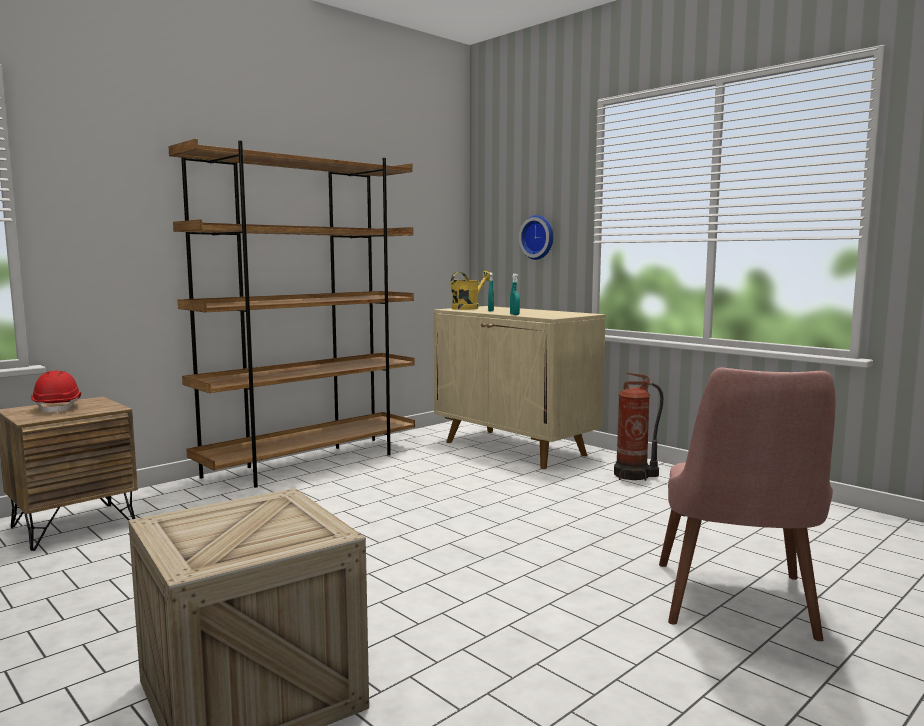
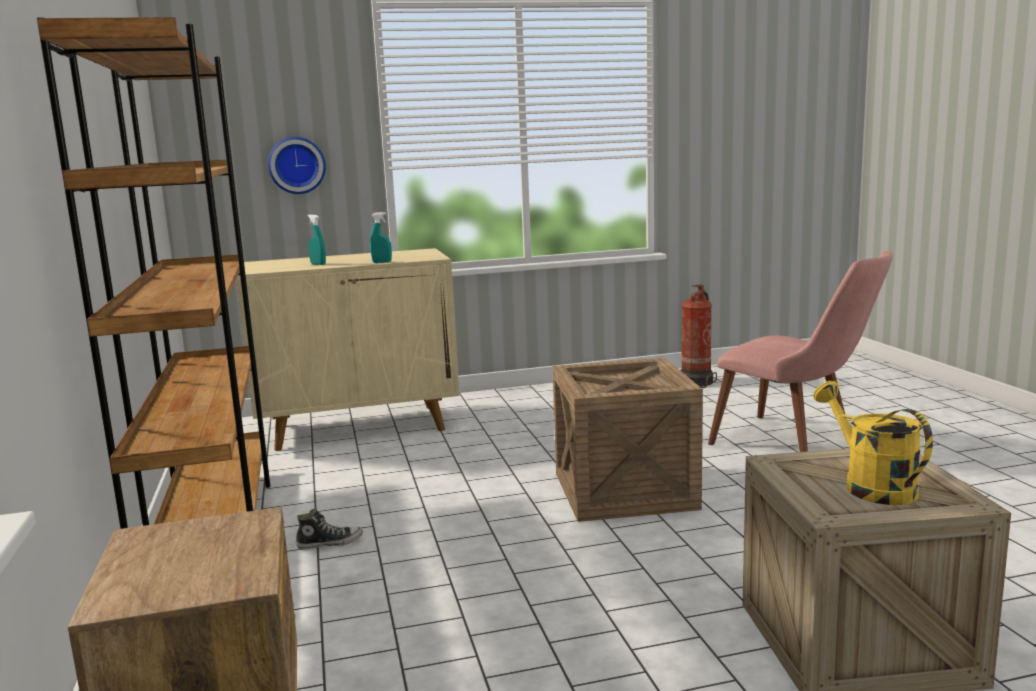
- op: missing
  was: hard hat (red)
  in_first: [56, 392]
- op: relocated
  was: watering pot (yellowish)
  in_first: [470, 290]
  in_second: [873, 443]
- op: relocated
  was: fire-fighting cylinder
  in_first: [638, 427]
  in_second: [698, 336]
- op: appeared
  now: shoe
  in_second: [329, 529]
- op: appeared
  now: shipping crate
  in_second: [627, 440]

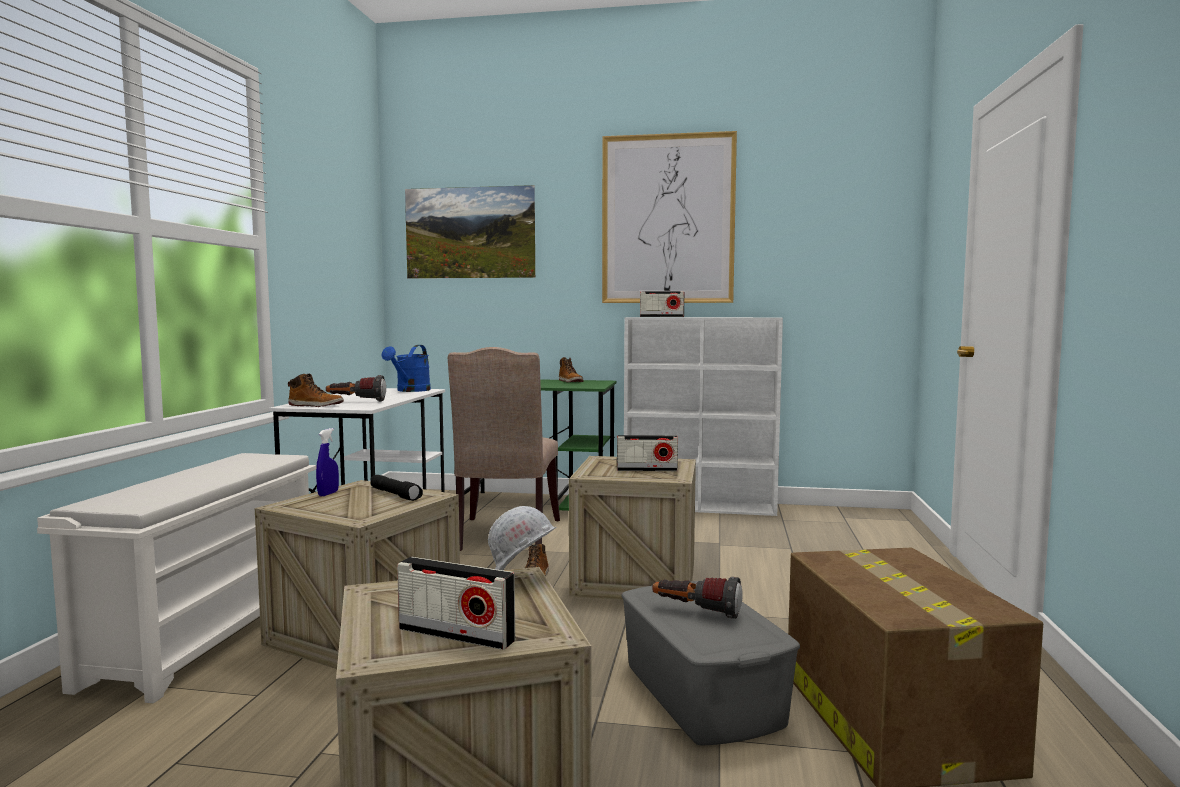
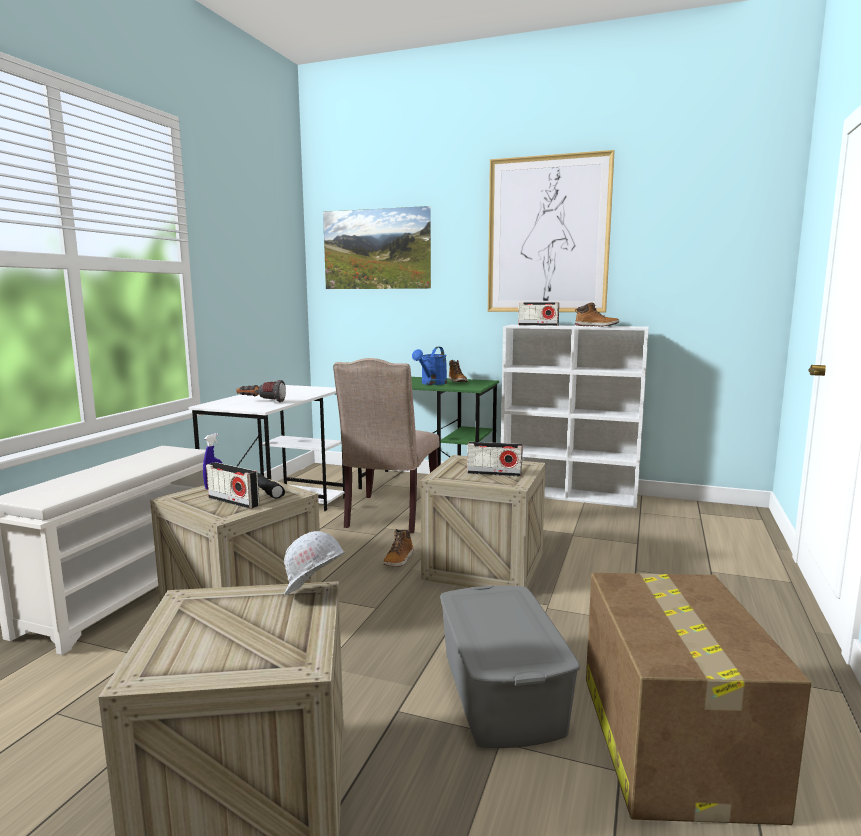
- op: relocated
  was: tall boot
  in_first: [316, 390]
  in_second: [597, 314]
- op: relocated
  was: watering pot (bluish)
  in_first: [406, 368]
  in_second: [429, 366]
- op: relocated
  was: radio
  in_first: [456, 603]
  in_second: [233, 485]
- op: missing
  was: flashlight
  in_first: [697, 598]

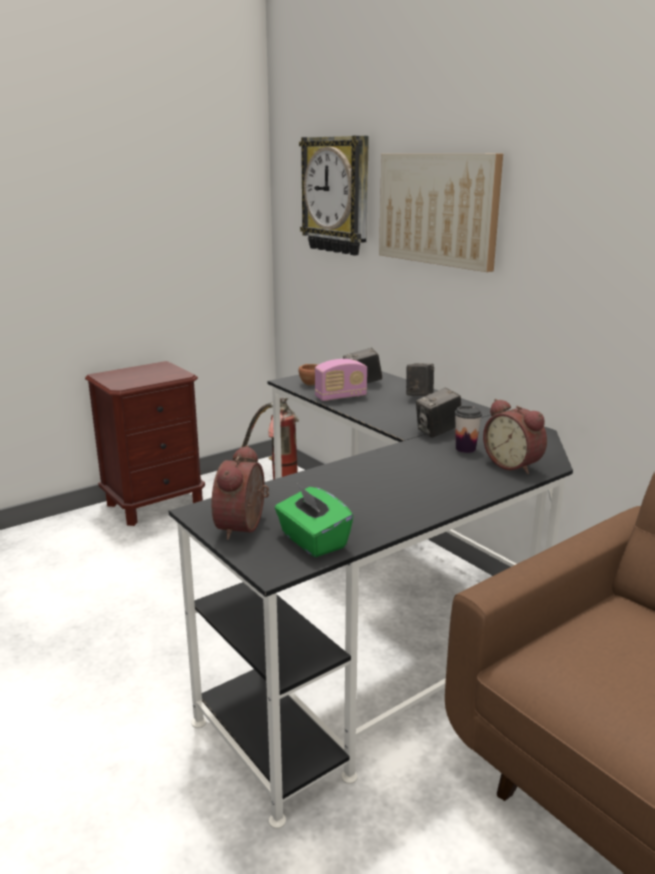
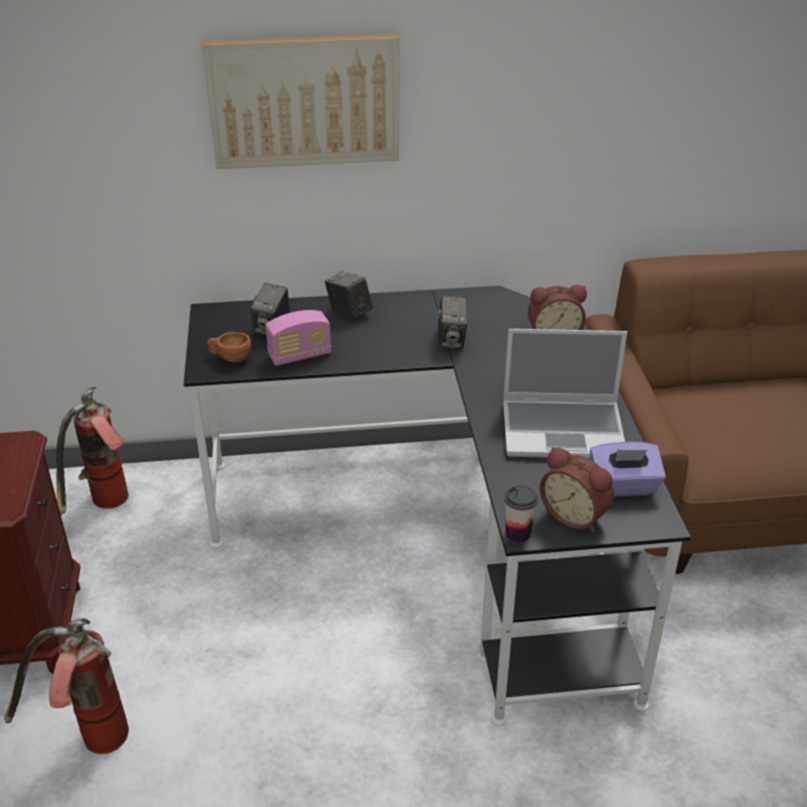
- op: colour
  was: tissue holder (green-coloured)
  now: tissue holder (purplish)
  in_first: [314, 520]
  in_second: [628, 469]
- op: missing
  was: clock on the wall
  in_first: [334, 196]
- op: spun
  was: radio
  in_first: [341, 380]
  in_second: [298, 338]
  clockwise: 60
- op: relocated
  was: small cup
  in_first: [468, 429]
  in_second: [521, 513]
- op: appeared
  now: fire-fighting cylinder
  in_second: [66, 686]
- op: appeared
  now: notebook computer
  in_second: [565, 394]

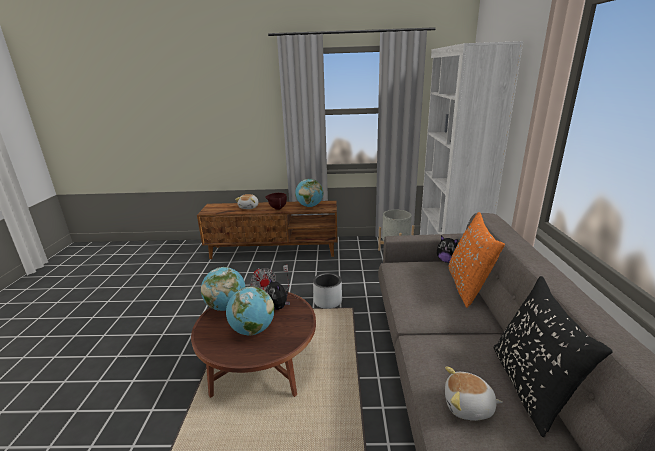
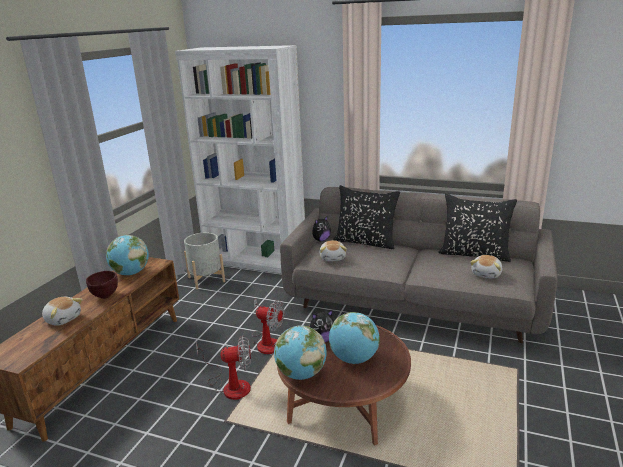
- op: exchanged
  was: planter (gray)
  now: fan
  in_first: [327, 291]
  in_second: [268, 326]
- op: colour
  was: cushion (orangey)
  now: cushion (black)
  in_first: [476, 260]
  in_second: [366, 217]
- op: appeared
  now: soft toy
  in_second: [333, 250]

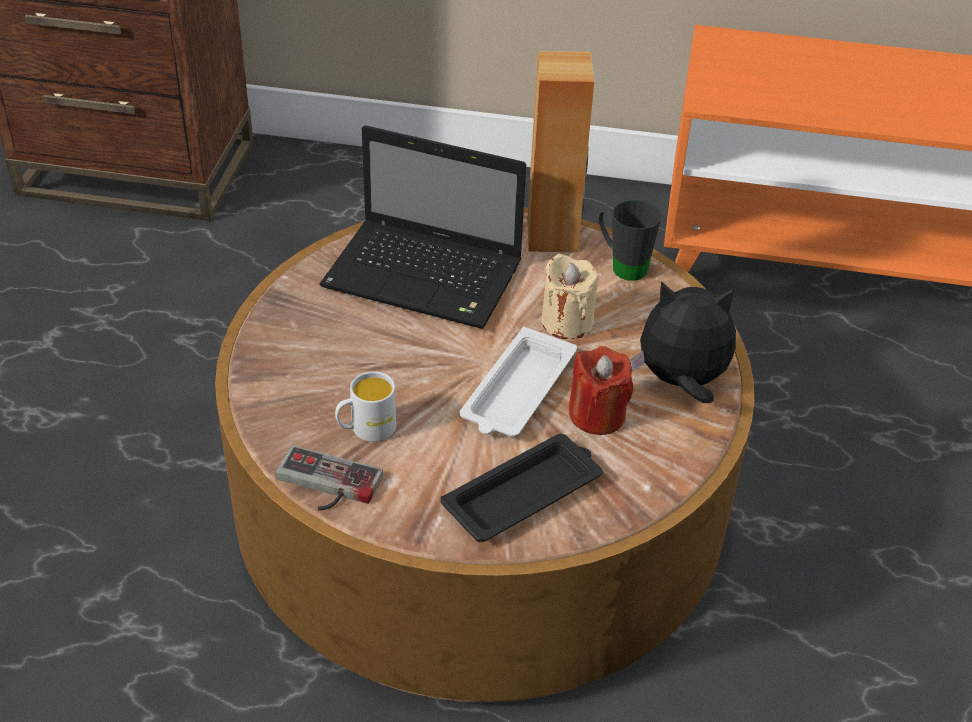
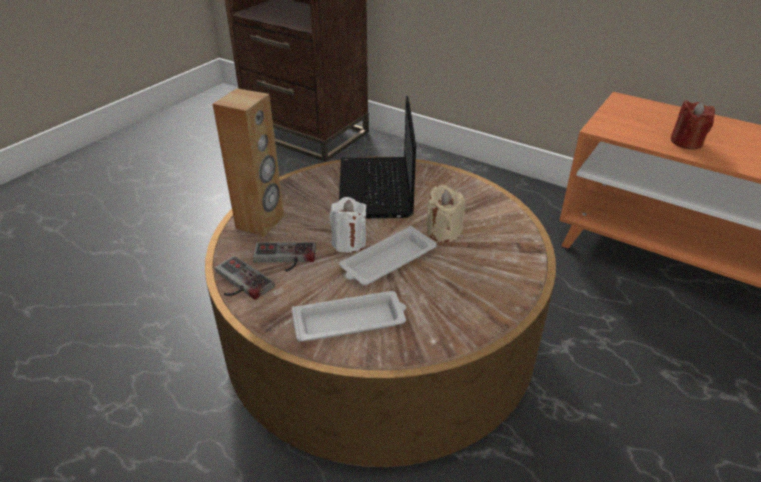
- op: spun
  was: notebook computer
  in_first: [423, 227]
  in_second: [377, 157]
  clockwise: 45
- op: exchanged
  was: coffee mug (white)
  now: gamepad
  in_first: [365, 406]
  in_second: [284, 257]
- op: colour
  was: serving tray (black)
  now: serving tray (white)
  in_first: [521, 488]
  in_second: [348, 316]
- op: relocated
  was: loudspeaker (brown-coloured)
  in_first: [560, 152]
  in_second: [248, 162]
- op: relocated
  was: wax candle (red)
  in_first: [601, 390]
  in_second: [693, 125]
- op: missing
  was: coffee mug (black)
  in_first: [630, 240]
- op: missing
  was: soft toy
  in_first: [683, 342]
- op: appeared
  now: wax candle (white)
  in_second: [347, 225]

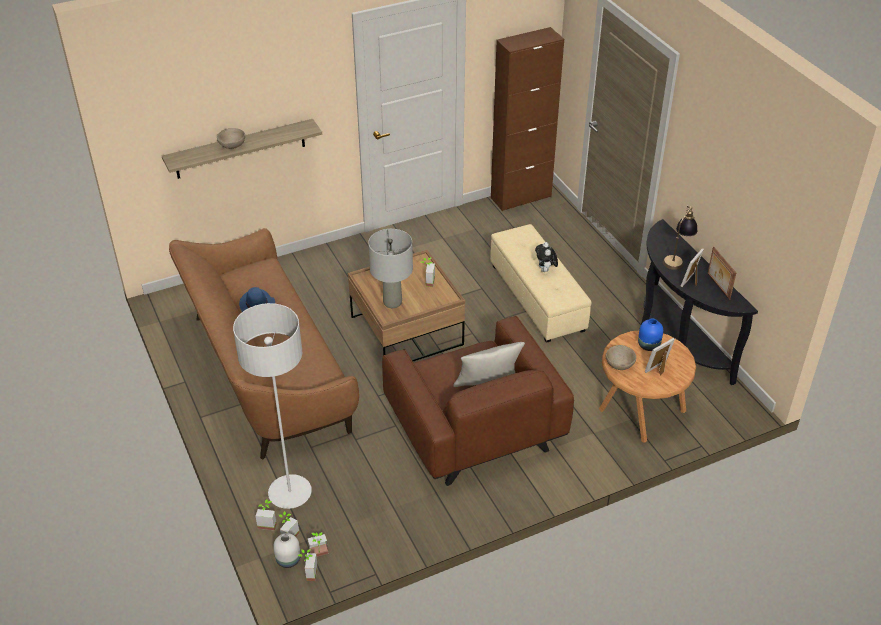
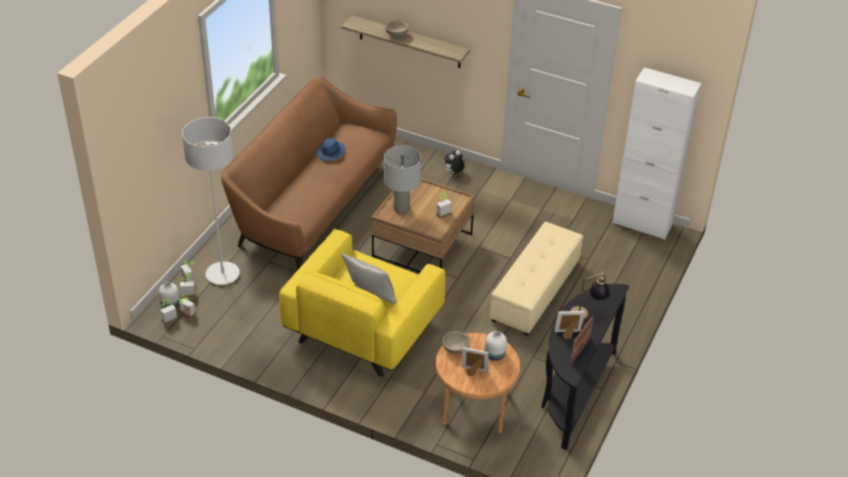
- op: colour
  was: armchair (brown-coloured)
  now: armchair (yellowish)
  in_first: [478, 401]
  in_second: [362, 303]
- op: colour
  was: cupboard (brown-coloured)
  now: cupboard (white)
  in_first: [527, 119]
  in_second: [657, 153]
- op: relocated
  was: soft toy
  in_first: [546, 257]
  in_second: [454, 162]
- op: colour
  was: flower vase (bluish)
  now: flower vase (white)
  in_first: [650, 334]
  in_second: [496, 346]

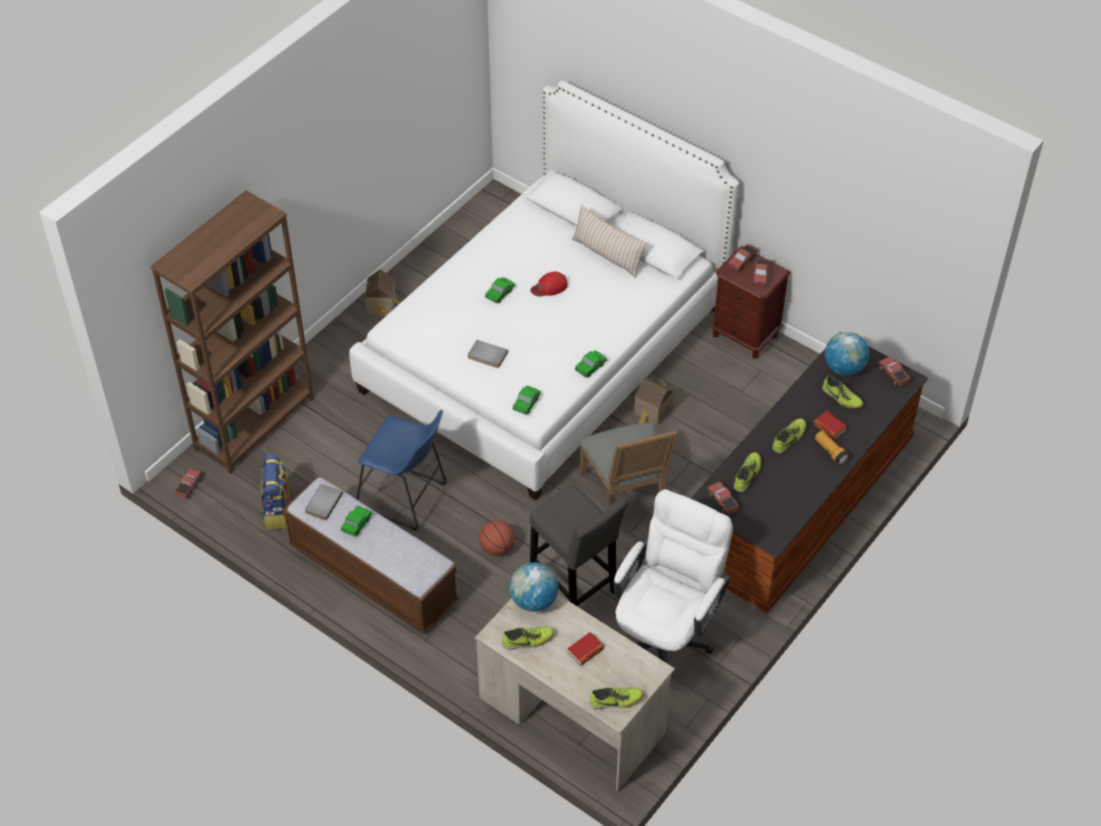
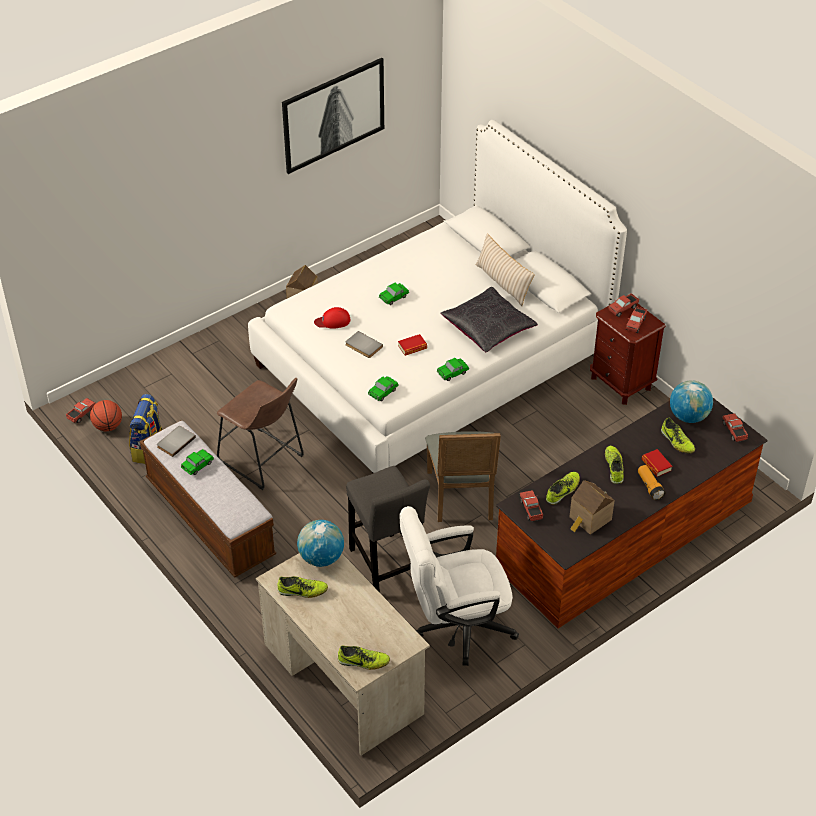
- op: missing
  was: bookshelf (brown-coloured)
  in_first: [232, 331]
- op: colour
  was: sitting stool (bluish)
  now: sitting stool (brown-coloured)
  in_first: [401, 470]
  in_second: [260, 434]
- op: relocated
  was: basketball ball
  in_first: [497, 538]
  in_second: [106, 415]
- op: relocated
  was: peaked cap (red)
  in_first: [549, 284]
  in_second: [332, 318]
- op: relocated
  was: bound book
  in_first: [585, 649]
  in_second: [412, 345]
- op: spun
  was: desk chair (white)
  in_first: [673, 576]
  in_second: [459, 586]
  clockwise: -150
- op: relocated
  was: toy house
  in_first: [654, 402]
  in_second: [592, 507]
- op: spun
  was: shoe
  in_first: [789, 435]
  in_second: [614, 465]
  clockwise: -60
- op: appeared
  now: wall picture
  in_second: [333, 116]
- op: appeared
  now: cushion (black)
  in_second: [489, 319]

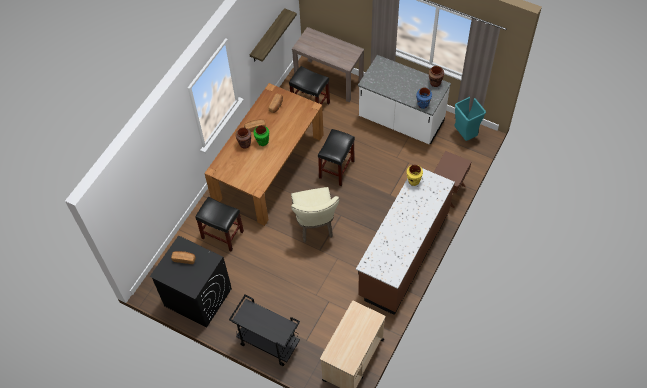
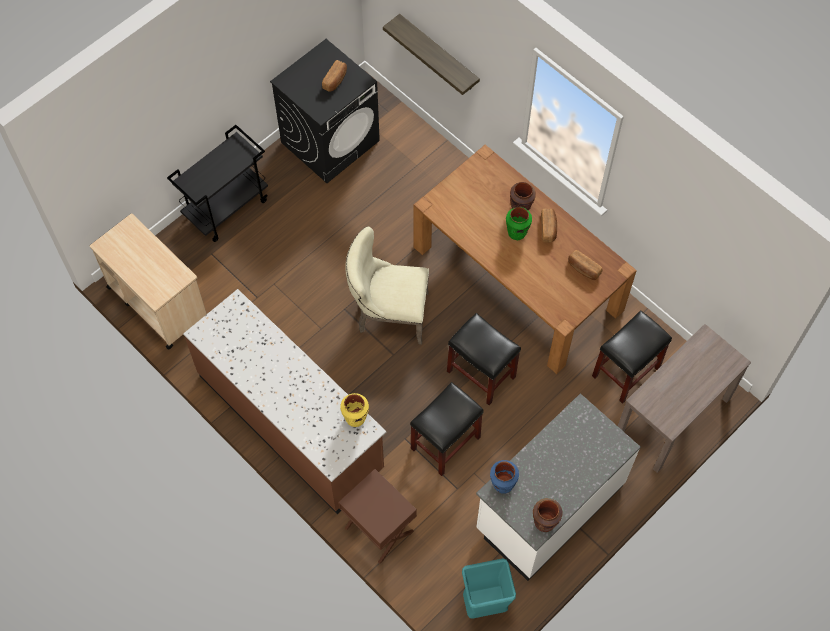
- op: relocated
  was: sitting stool (black)
  in_first: [219, 224]
  in_second: [447, 429]
- op: relocated
  was: shelf
  in_first: [273, 35]
  in_second: [431, 54]

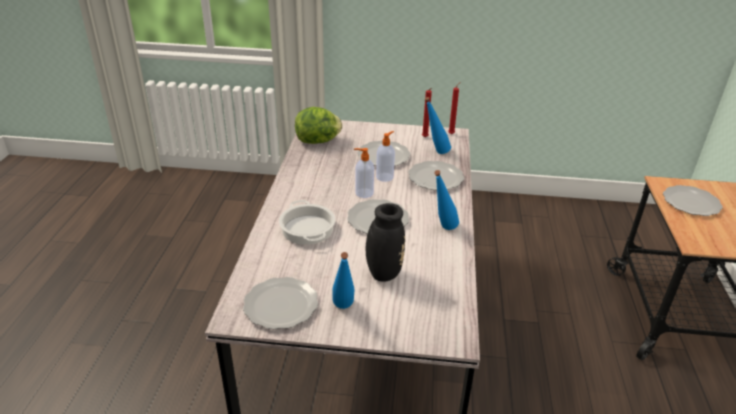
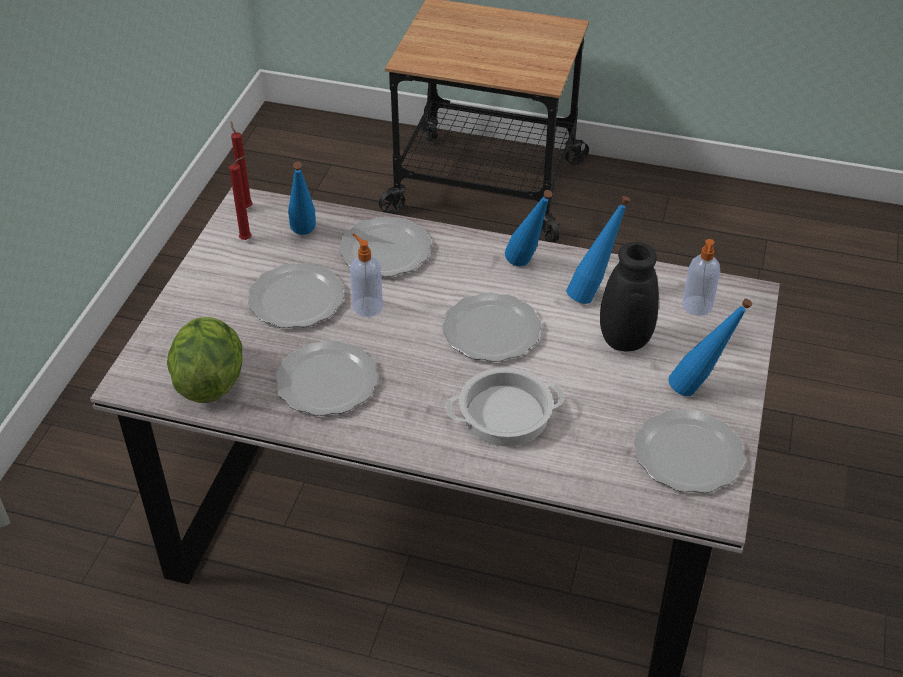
- op: relocated
  was: liquid soap bottle
  in_first: [364, 173]
  in_second: [701, 277]
- op: relocated
  was: plate
  in_first: [693, 200]
  in_second: [327, 378]
- op: appeared
  now: drink bottle (bluish)
  in_second: [598, 250]

